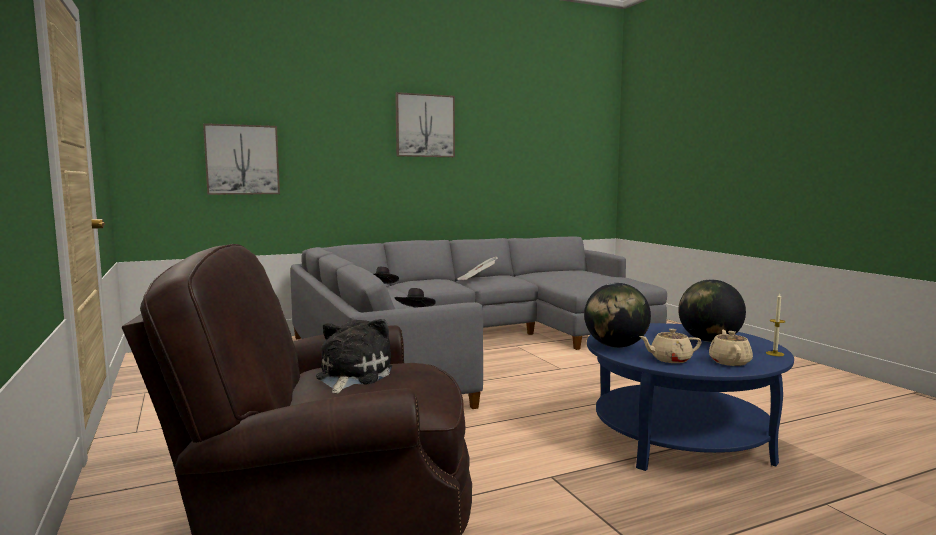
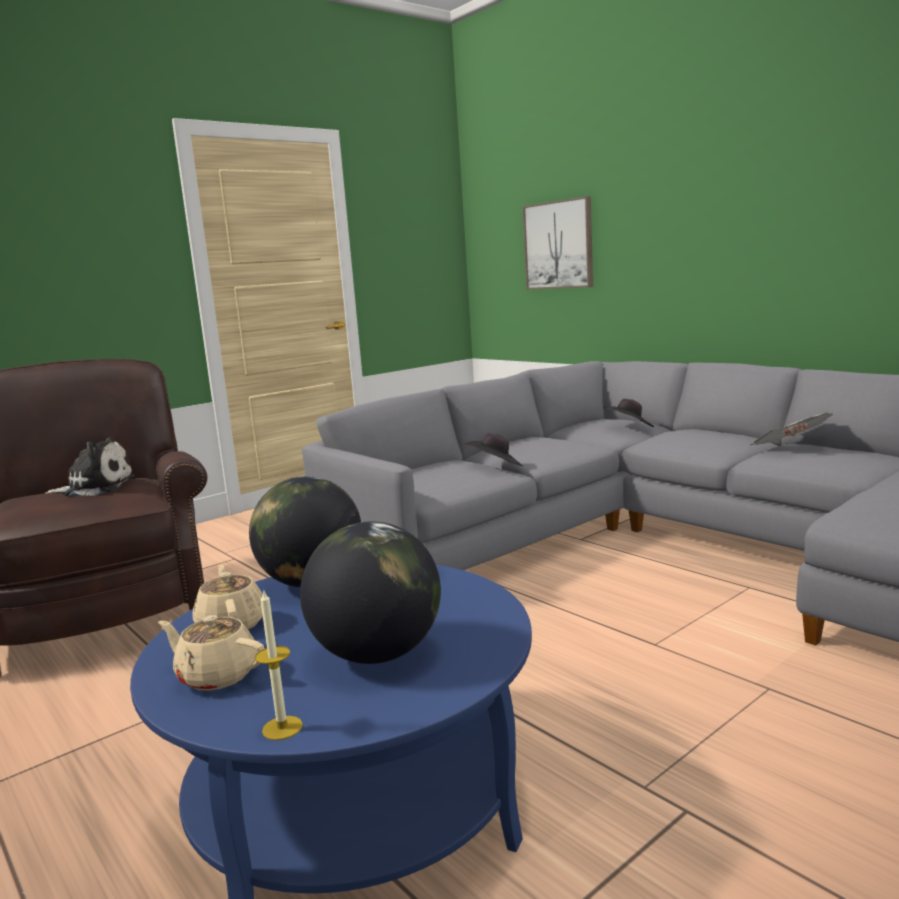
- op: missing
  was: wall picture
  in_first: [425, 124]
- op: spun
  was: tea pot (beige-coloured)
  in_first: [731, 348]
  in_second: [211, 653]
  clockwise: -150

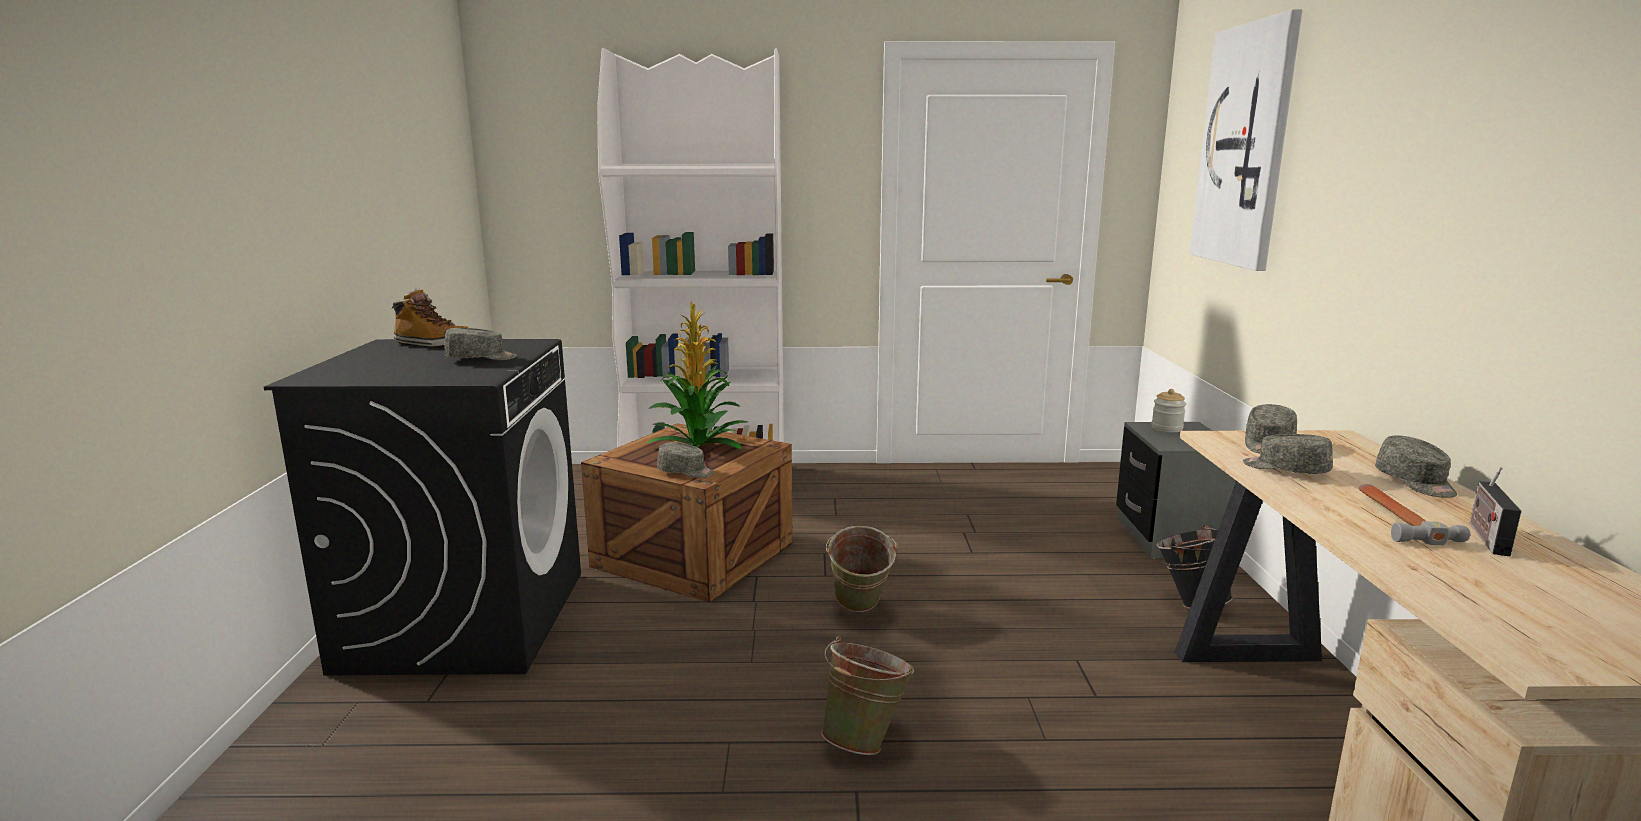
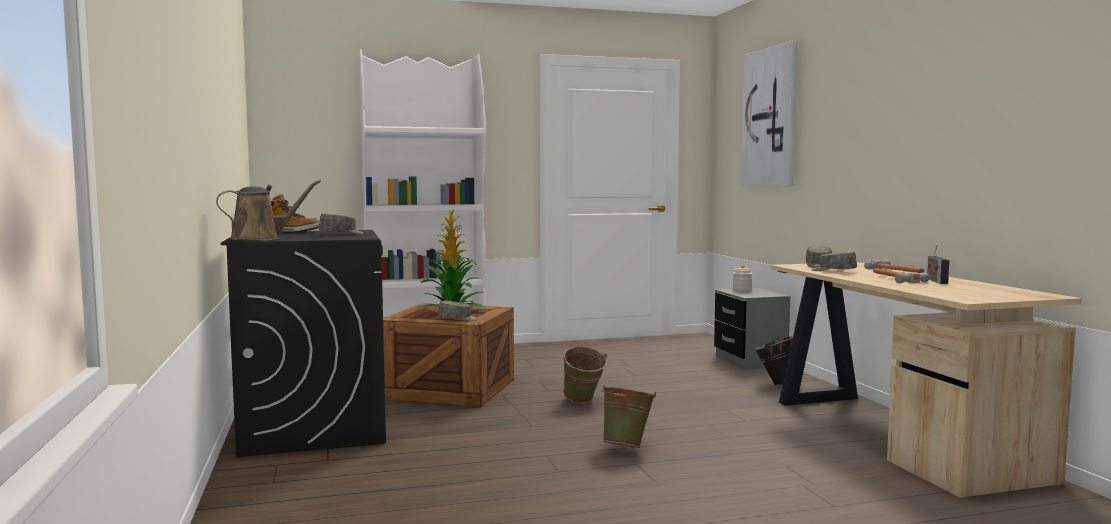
- op: exchanged
  was: peaked cap (gray)
  now: hand hammer
  in_first: [1416, 467]
  in_second: [894, 266]
- op: appeared
  now: watering pot (brown-coloured)
  in_second: [268, 210]

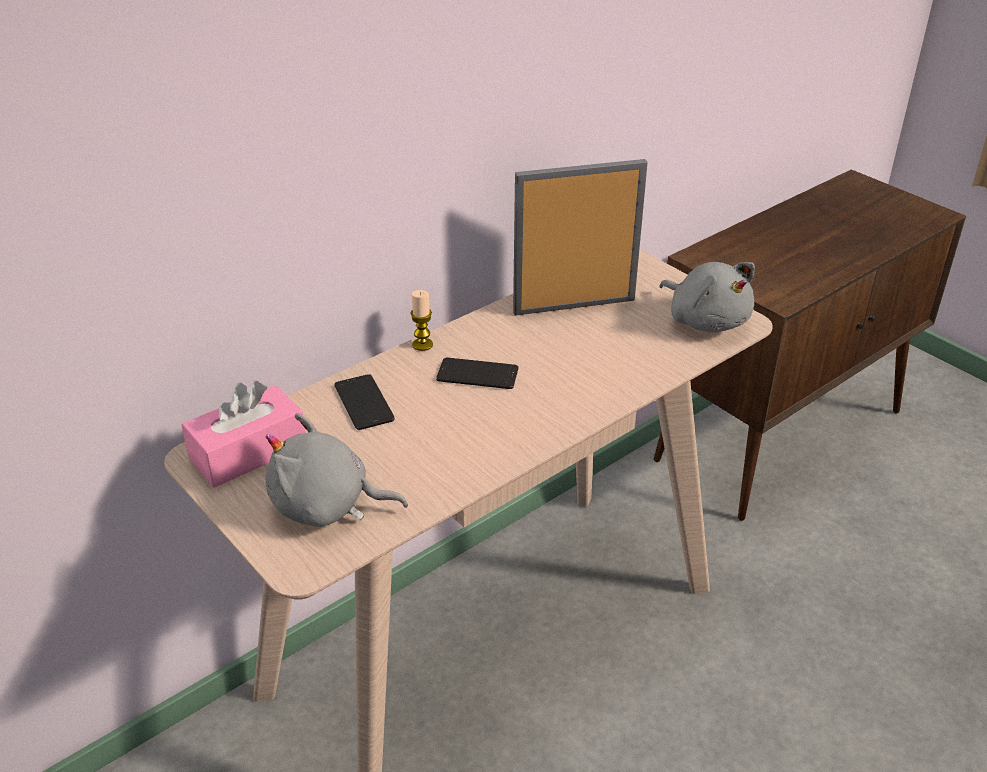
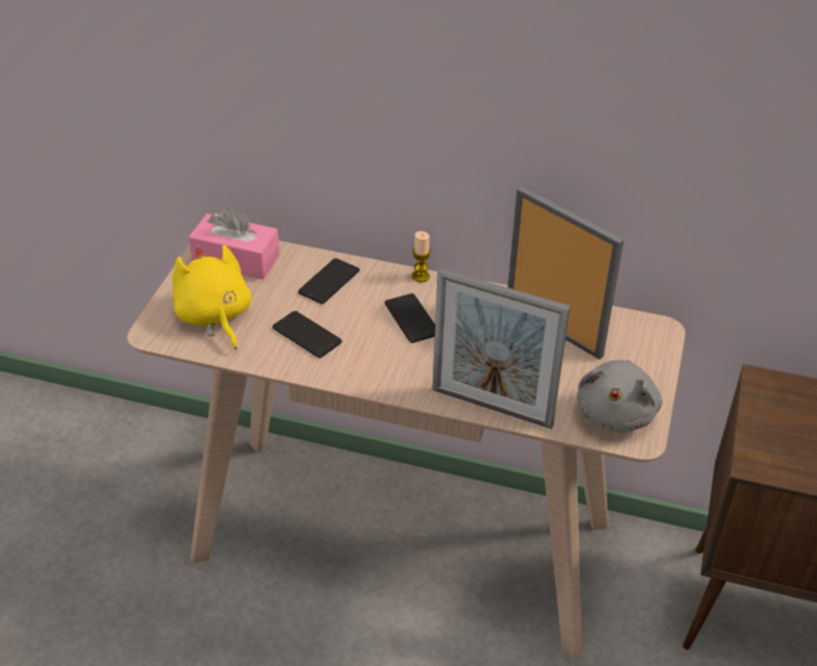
- op: colour
  was: soft toy (gray)
  now: soft toy (yellowish)
  in_first: [336, 470]
  in_second: [212, 297]
- op: appeared
  now: handset
  in_second: [307, 334]
- op: appeared
  now: standing frame
  in_second: [501, 348]

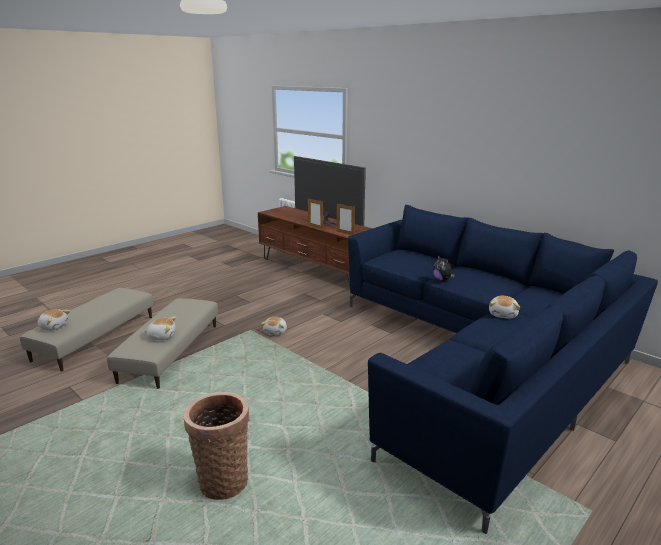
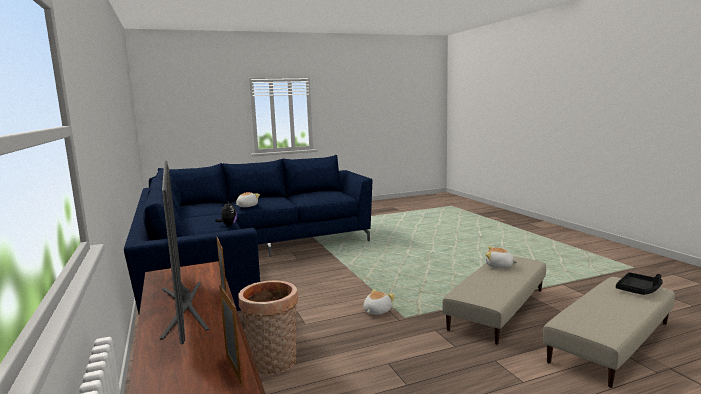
- op: exchanged
  was: soft toy
  now: serving tray (black)
  in_first: [54, 320]
  in_second: [639, 283]
- op: relocated
  was: household basket
  in_first: [217, 446]
  in_second: [268, 327]
- op: relocated
  was: standing frame
  in_first: [346, 219]
  in_second: [231, 335]

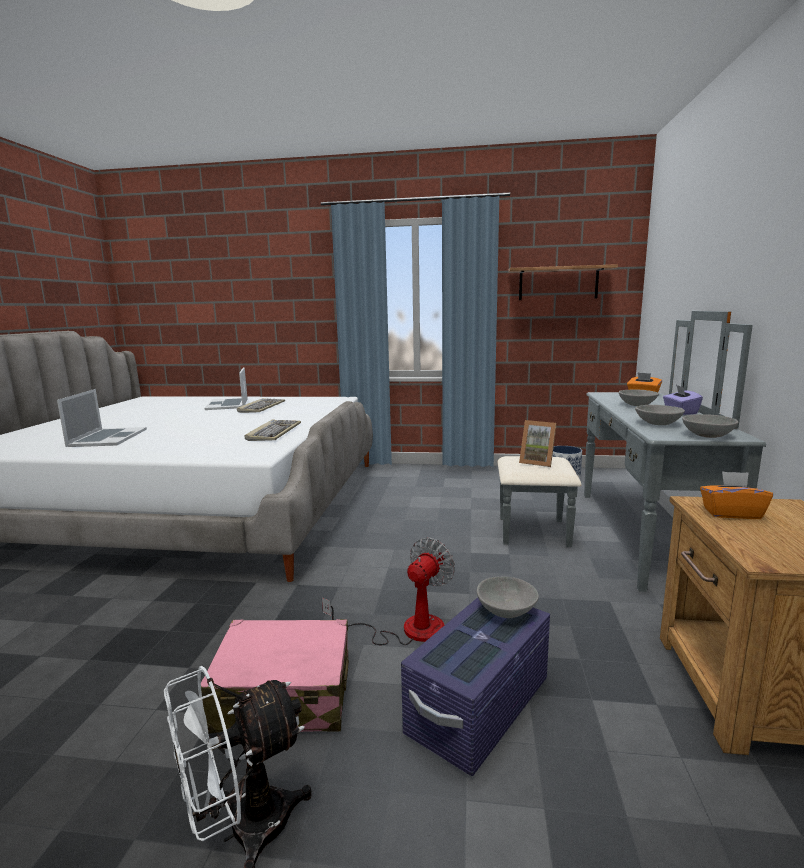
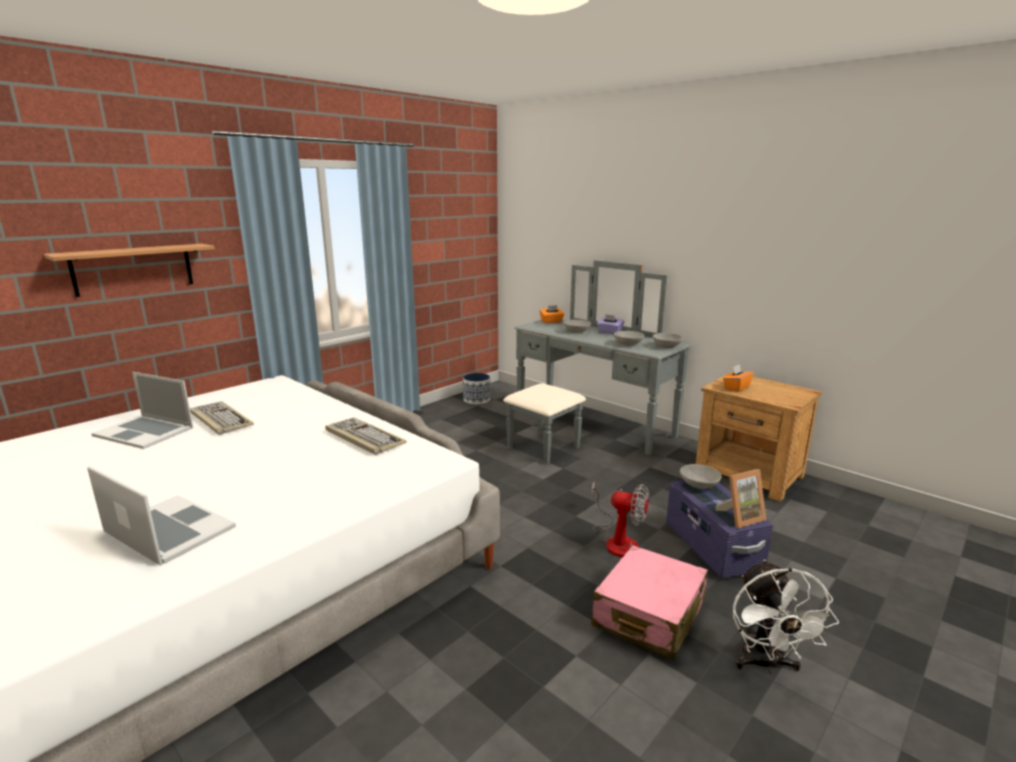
- op: spun
  was: fan
  in_first: [388, 591]
  in_second: [620, 519]
  clockwise: 135
- op: relocated
  was: shelf
  in_first: [563, 282]
  in_second: [129, 270]
- op: relocated
  was: standing frame
  in_first: [538, 443]
  in_second: [741, 498]

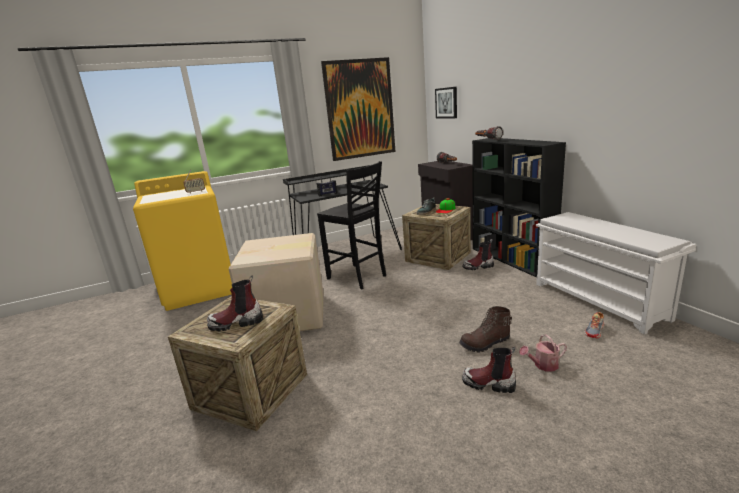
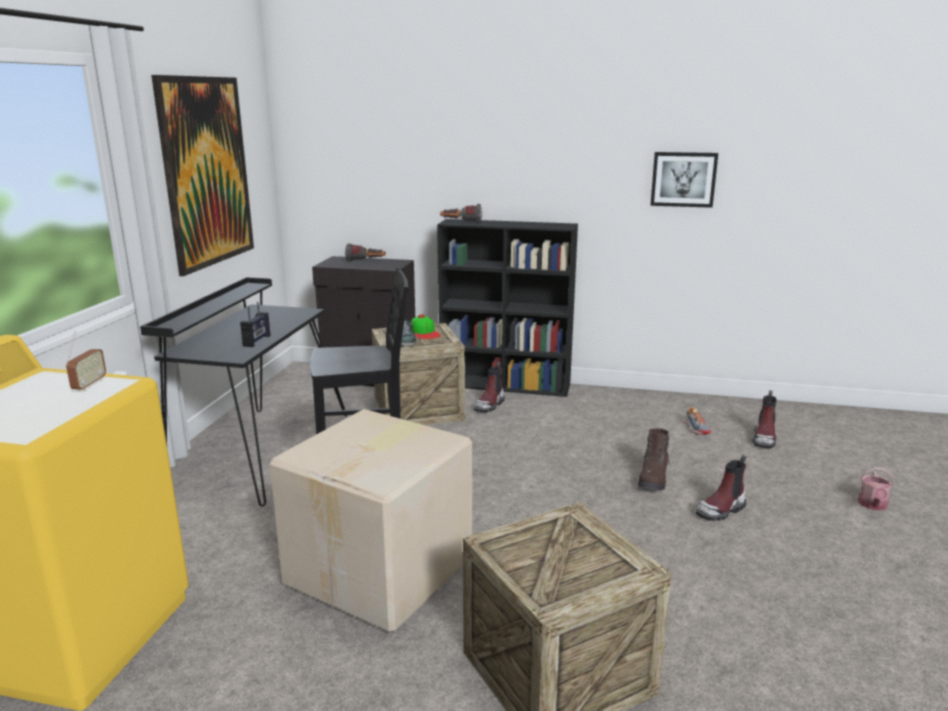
- op: relocated
  was: tall boot
  in_first: [235, 303]
  in_second: [764, 419]
- op: relocated
  was: wall picture
  in_first: [446, 103]
  in_second: [684, 180]
- op: relocated
  was: watering pot
  in_first: [543, 353]
  in_second: [875, 489]
- op: missing
  was: shoe shelf (white)
  in_first: [616, 273]

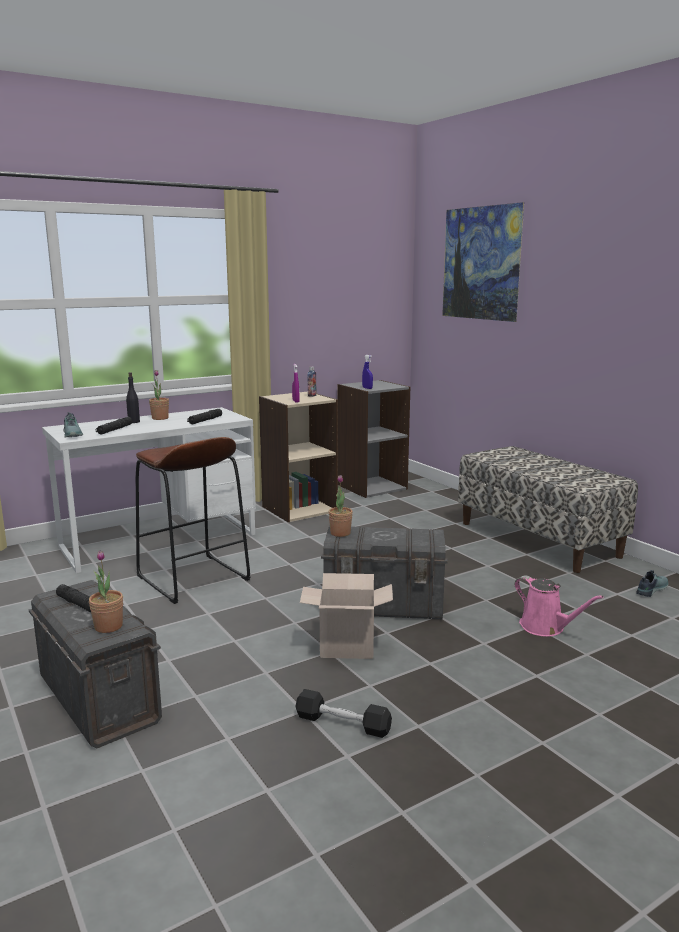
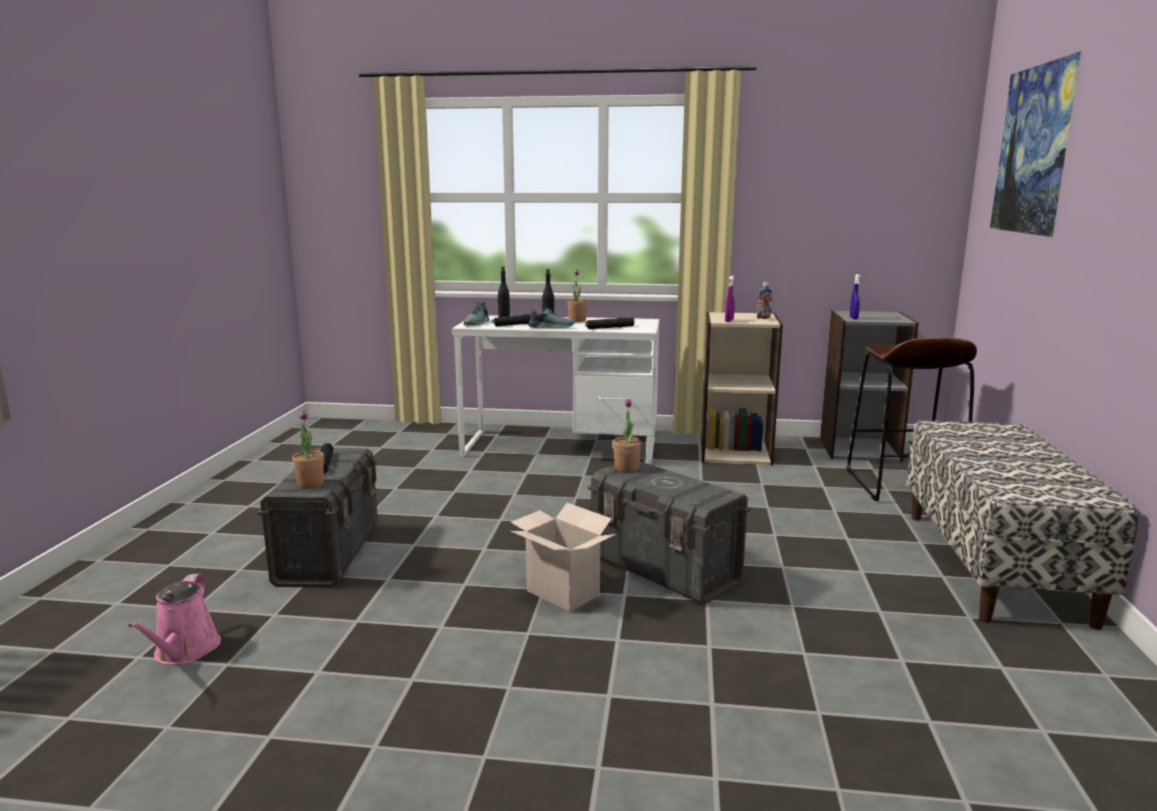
- op: relocated
  was: sitting stool (brown-coloured)
  in_first: [193, 520]
  in_second: [912, 419]
- op: missing
  was: free weight (black)
  in_first: [343, 713]
- op: relocated
  was: watering pot (pinkish)
  in_first: [559, 606]
  in_second: [174, 619]
- op: relocated
  was: shoe
  in_first: [652, 583]
  in_second: [551, 317]
- op: appeared
  now: drink bottle (black)
  in_second: [503, 291]

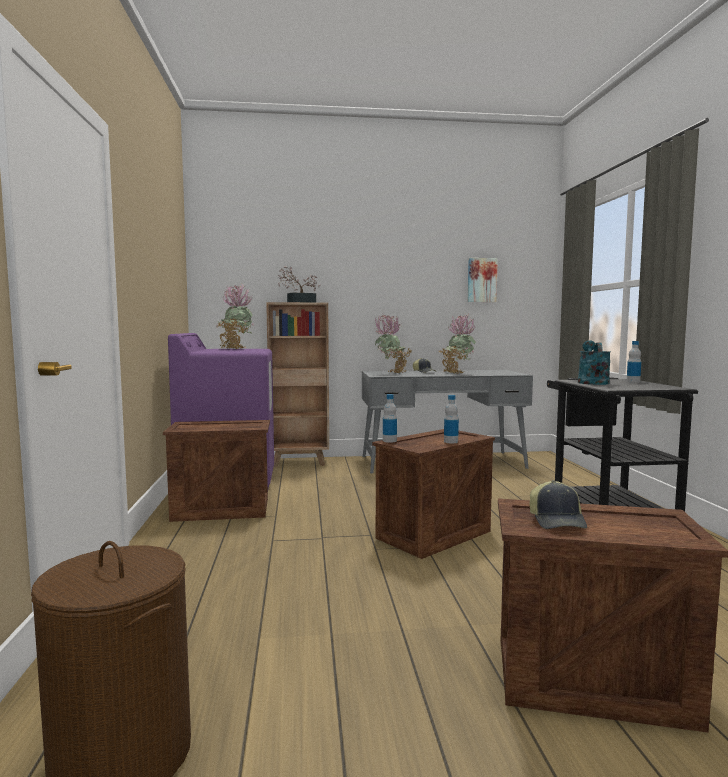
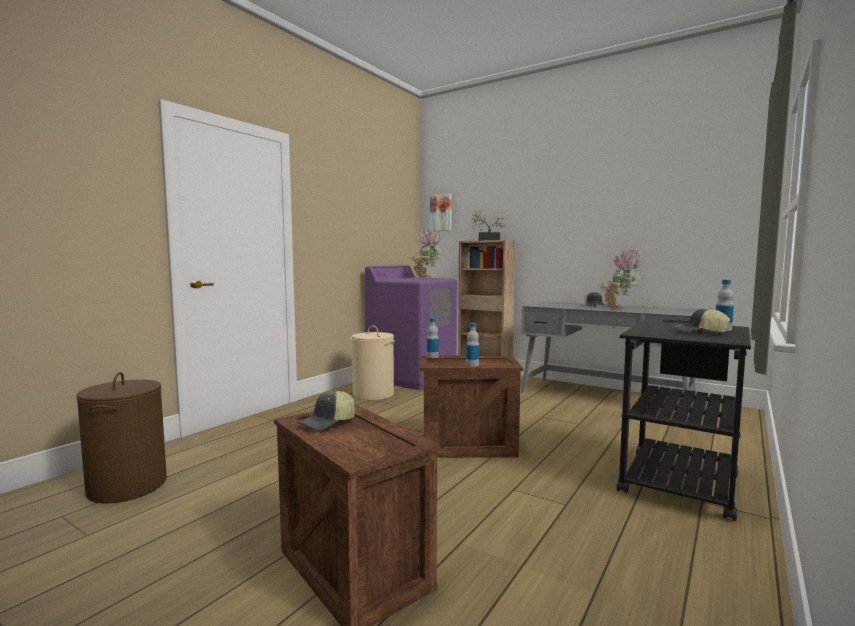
- op: exchanged
  was: shipping crate
  now: laundry basket (beige-coloured)
  in_first: [216, 471]
  in_second: [373, 363]
- op: missing
  was: plant in a pot
  in_first: [393, 343]
- op: relocated
  was: wall picture
  in_first: [483, 280]
  in_second: [441, 212]
- op: missing
  was: watering pot (turquoise-coloured)
  in_first: [594, 362]
- op: appeared
  now: peaked cap
  in_second: [702, 320]

